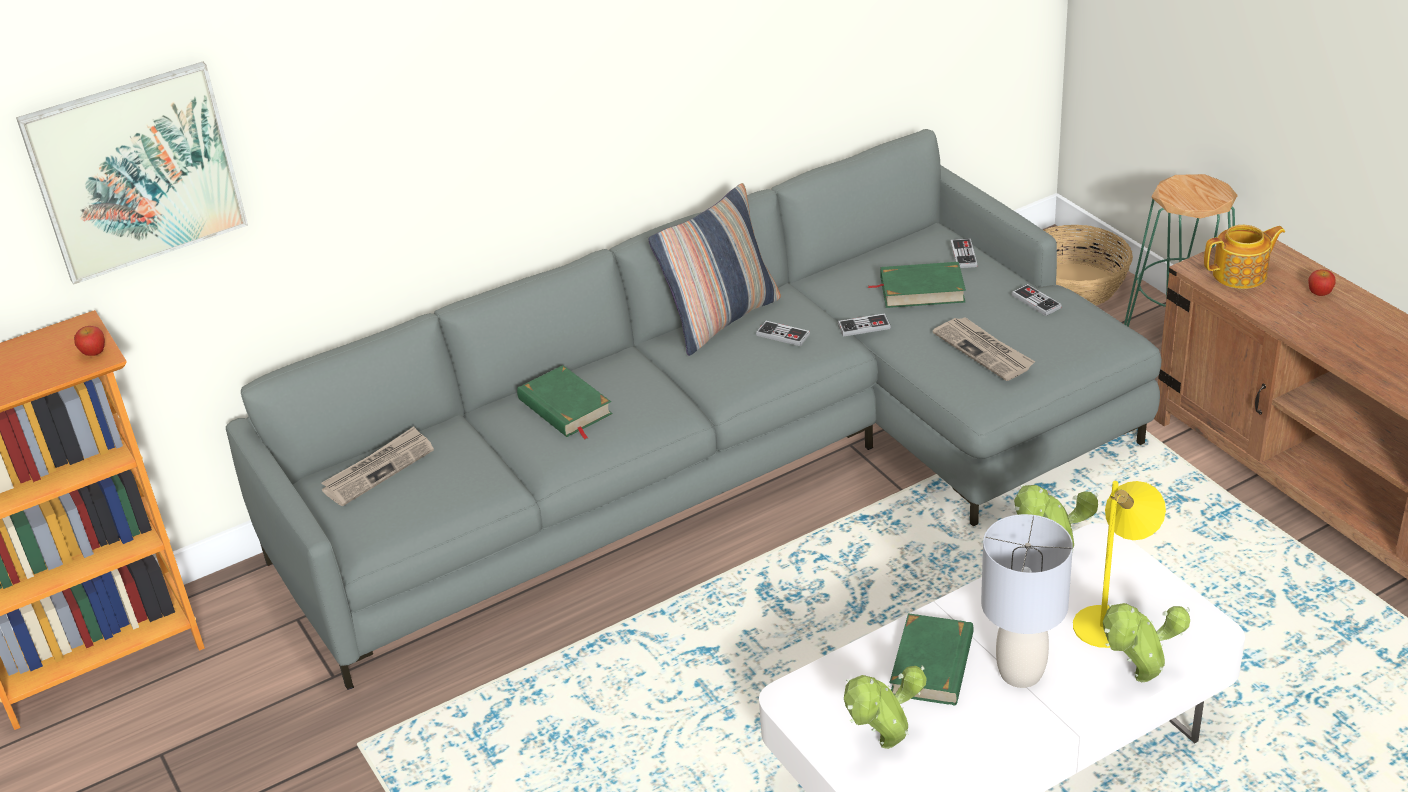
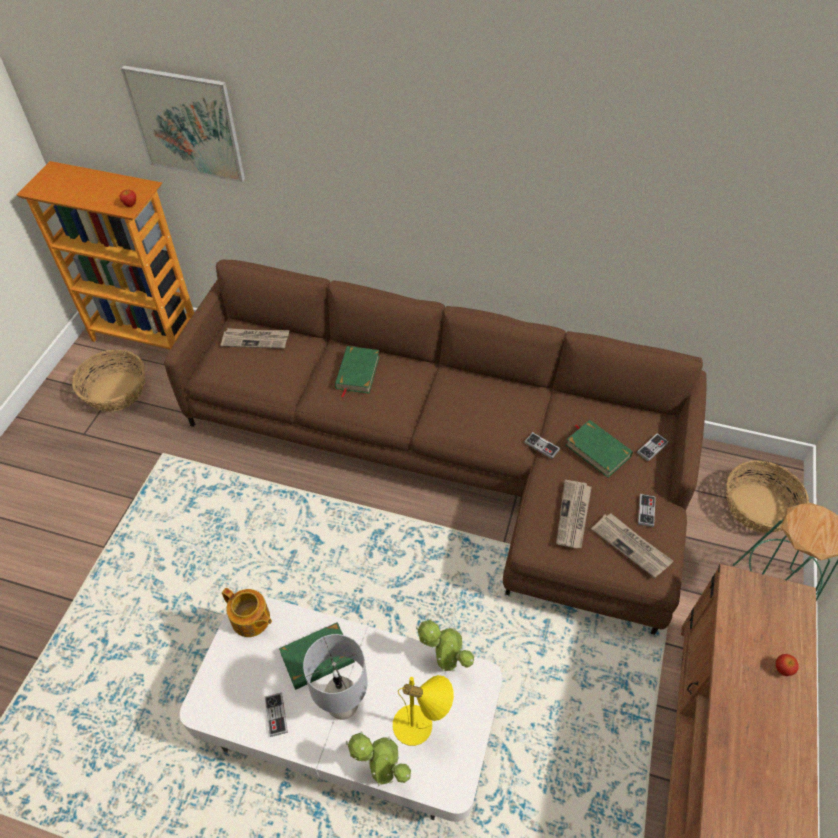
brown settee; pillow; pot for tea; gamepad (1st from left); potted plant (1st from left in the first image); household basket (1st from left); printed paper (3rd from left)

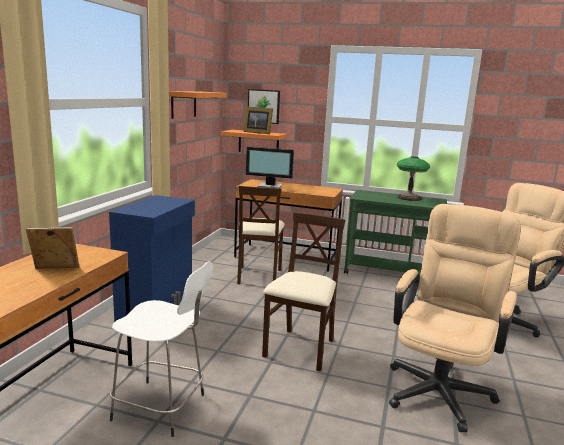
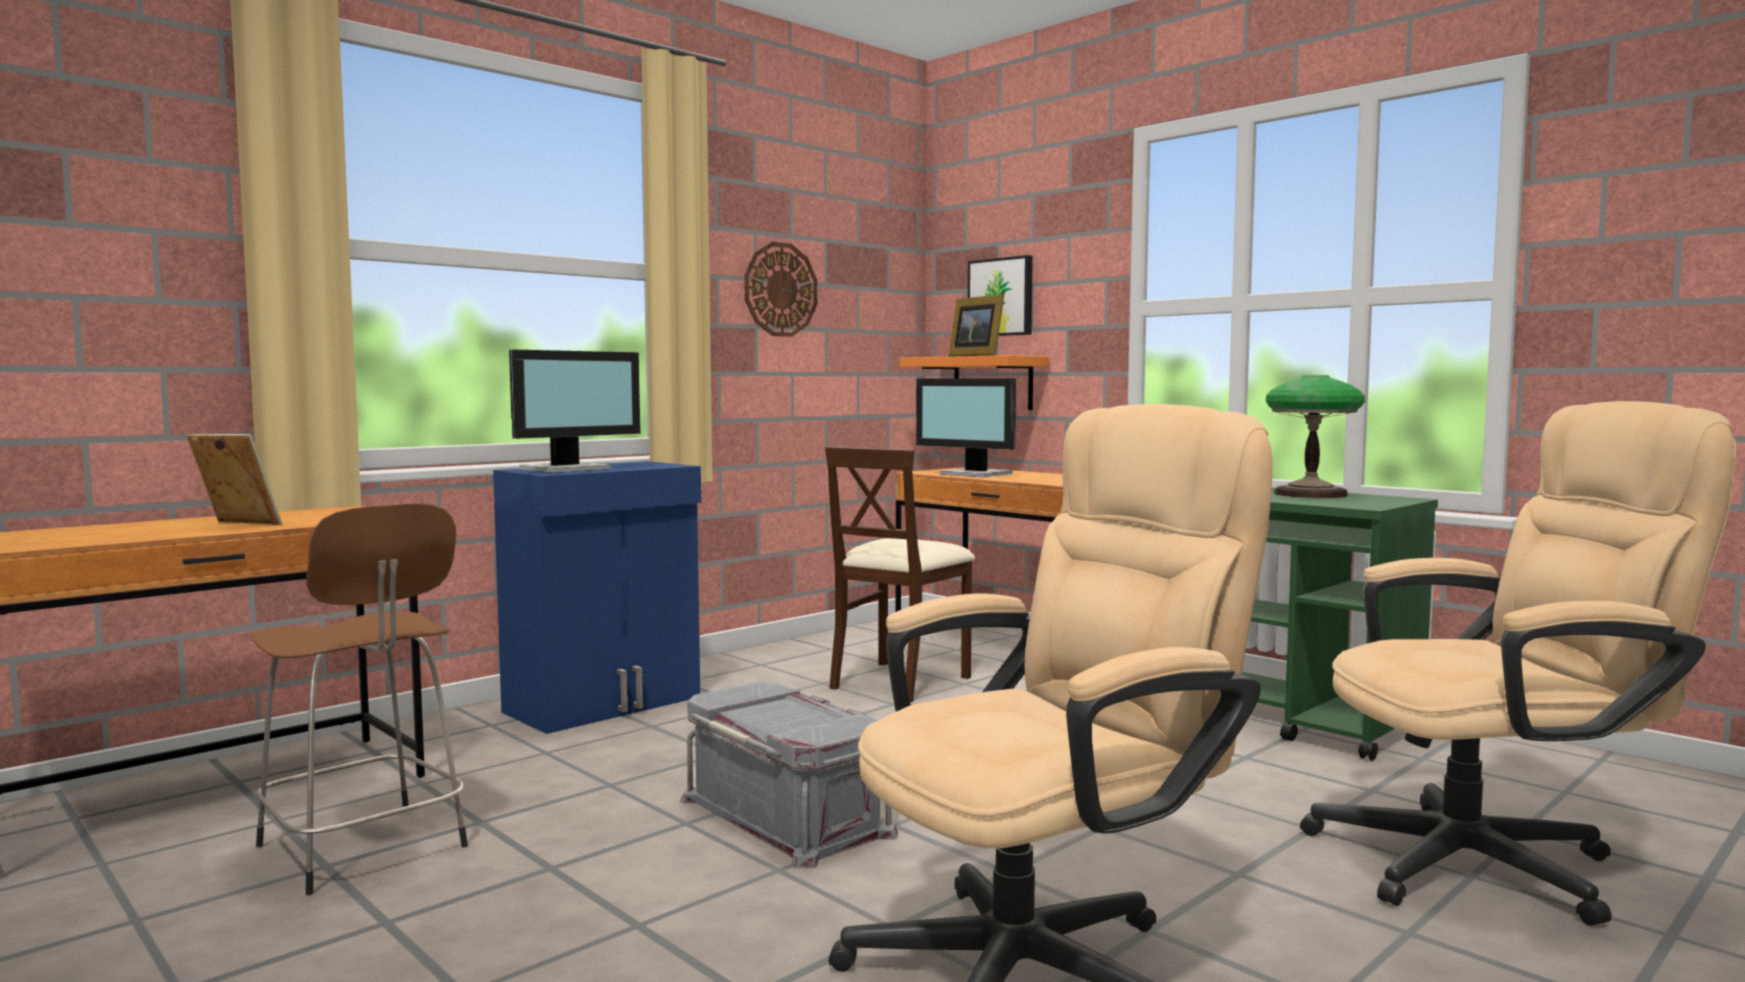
wall clock; gray storage bin; brown stool seat; computer display (1st from left)

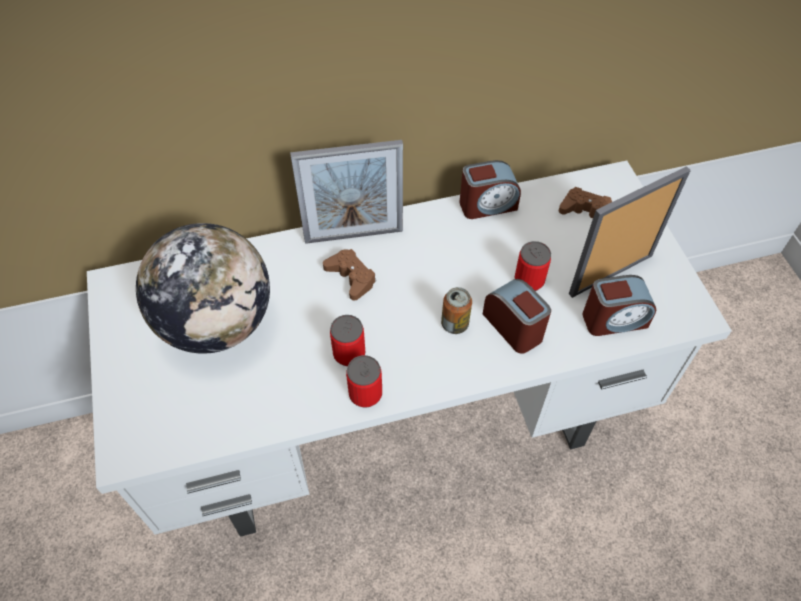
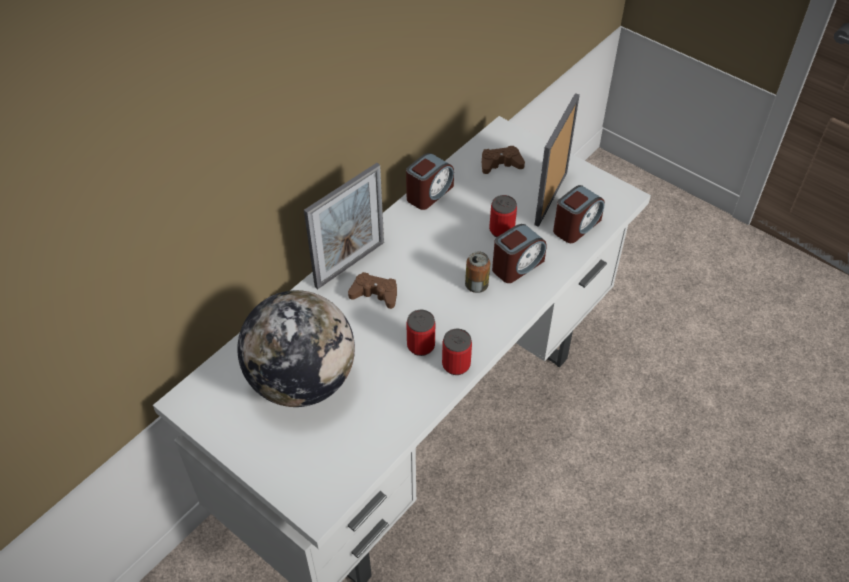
alarm clock (2nd from left)

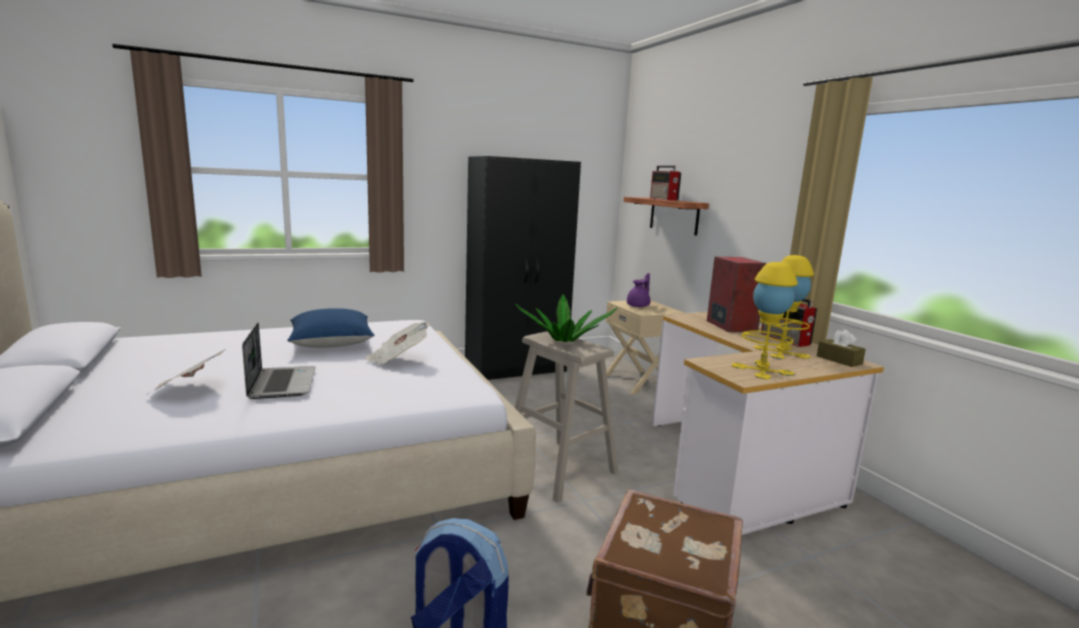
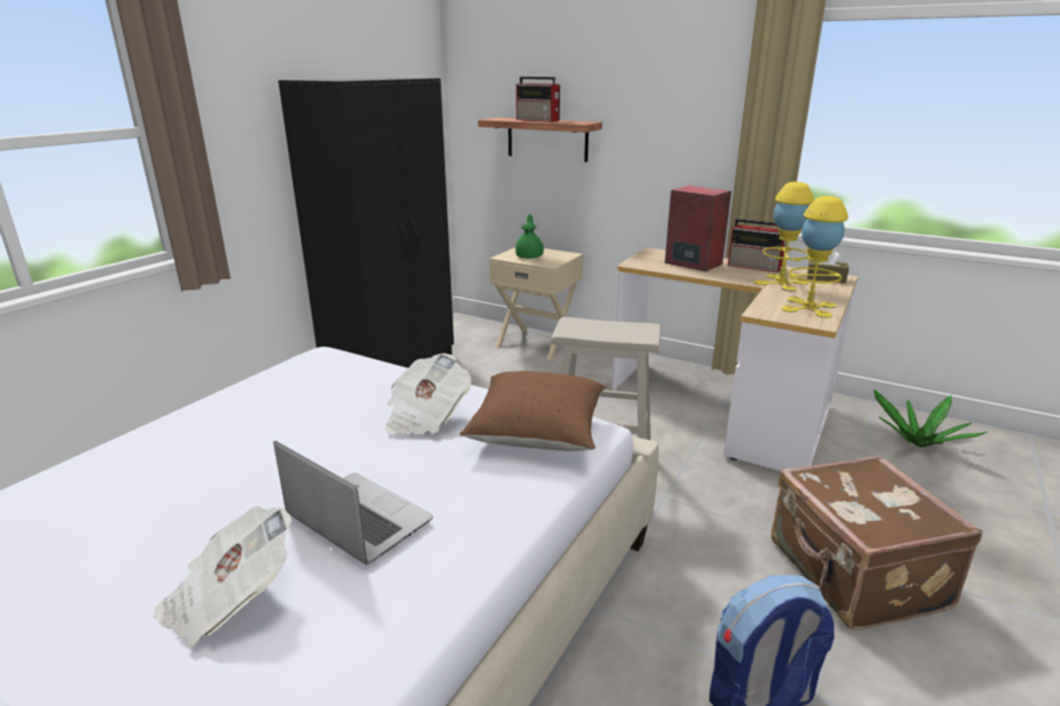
greenish pot for tea; potted plant; blue pillow; brown pillow

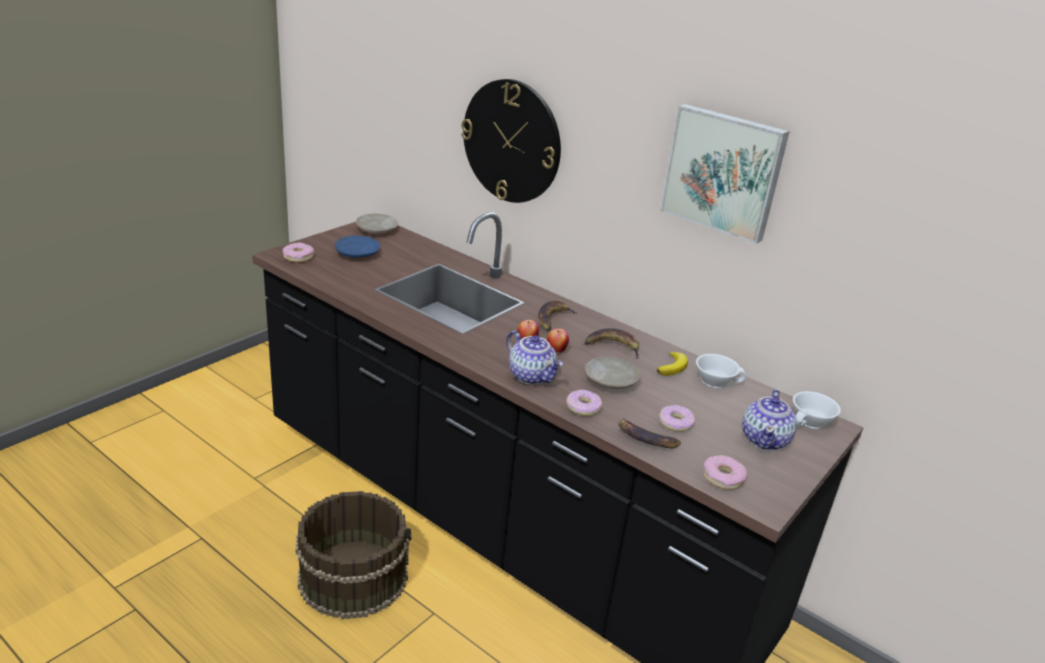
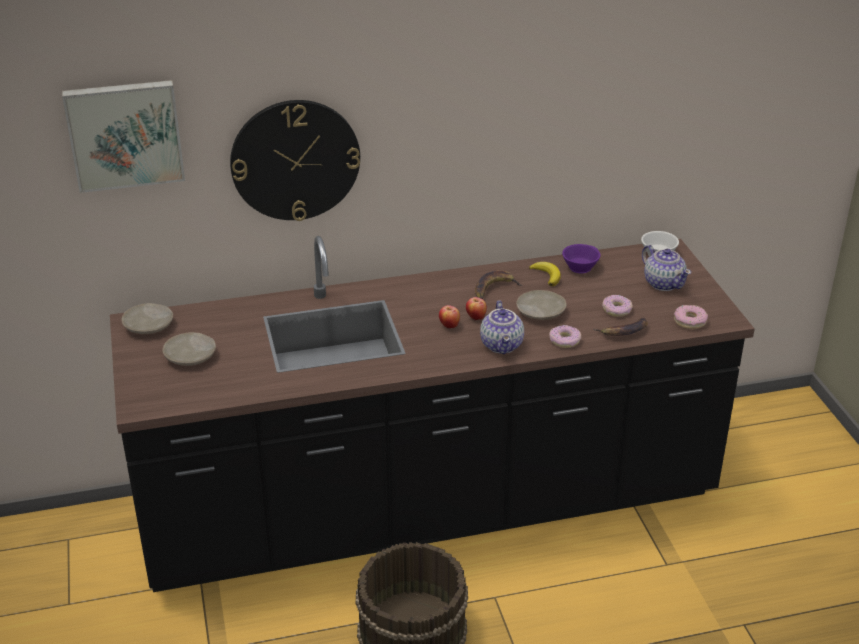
wall picture; sand-coloured flat dish (2nd from left); ring doughnut (1st from left in the first image); banana (1st from left in the first image); pot for tea (1st from left); purple-coloured cup

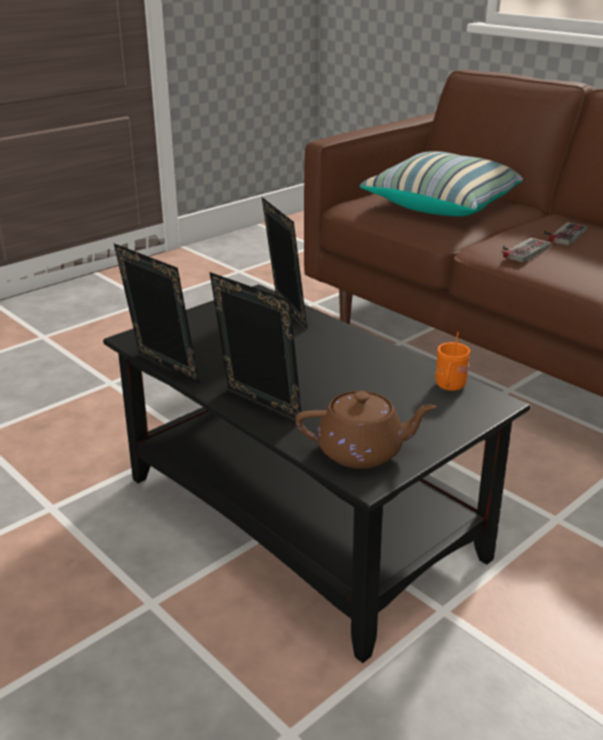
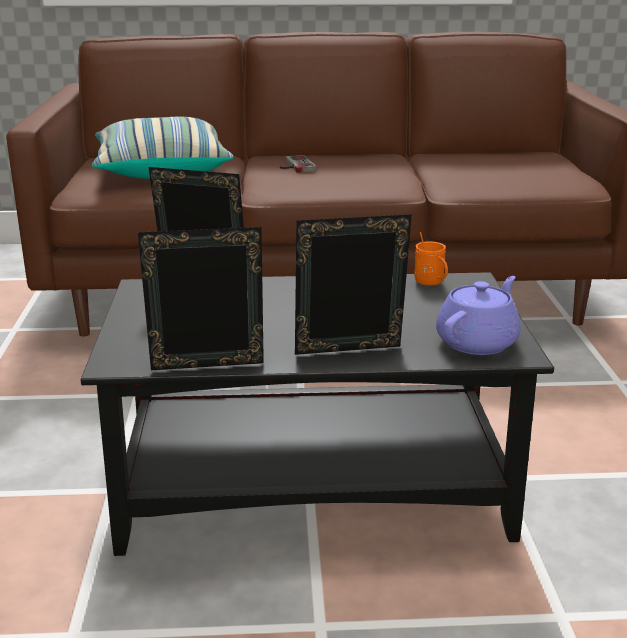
gamepad (1st from left in the first image); purple-coloured pot for tea

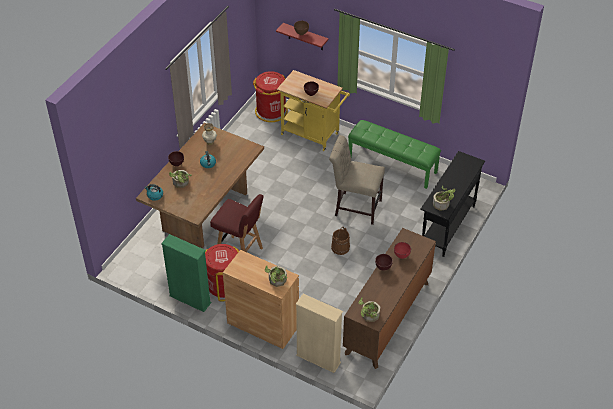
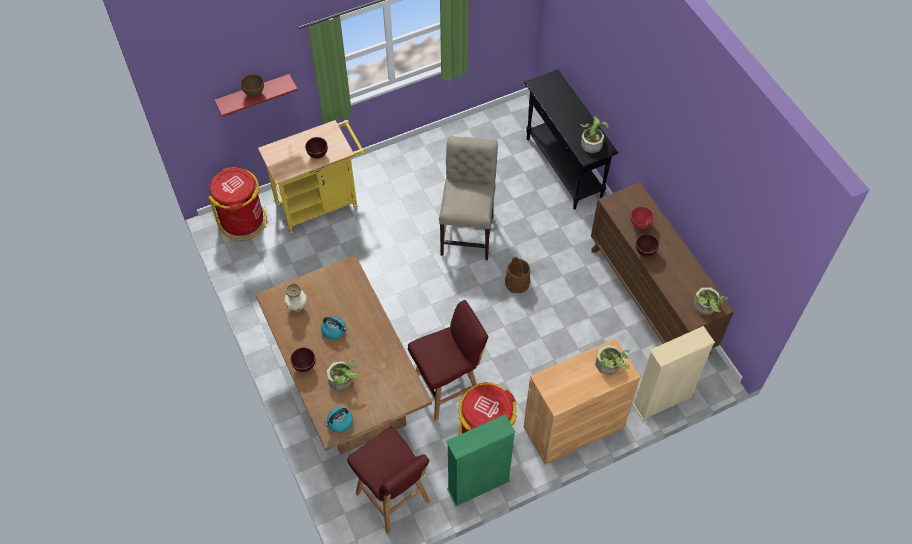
greenish bench; sand-coloured upright chair; reddish stool seat (1st from left)

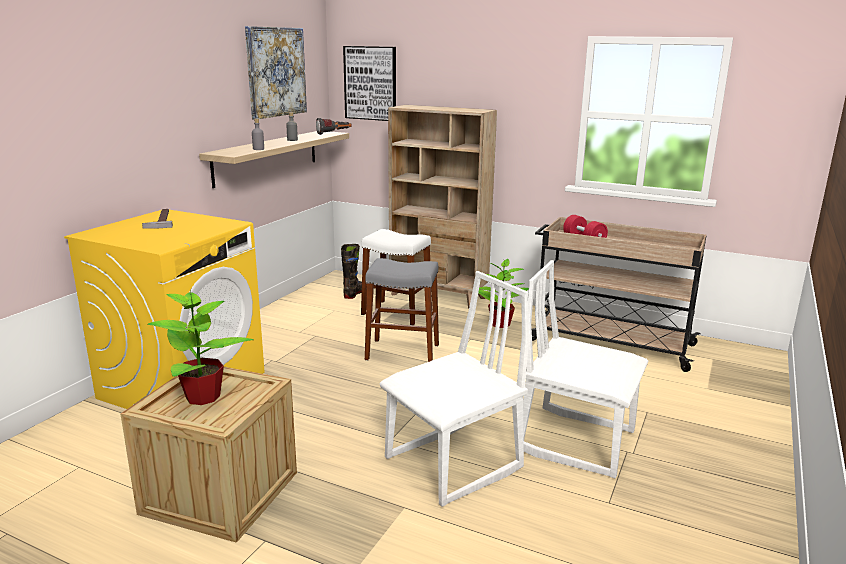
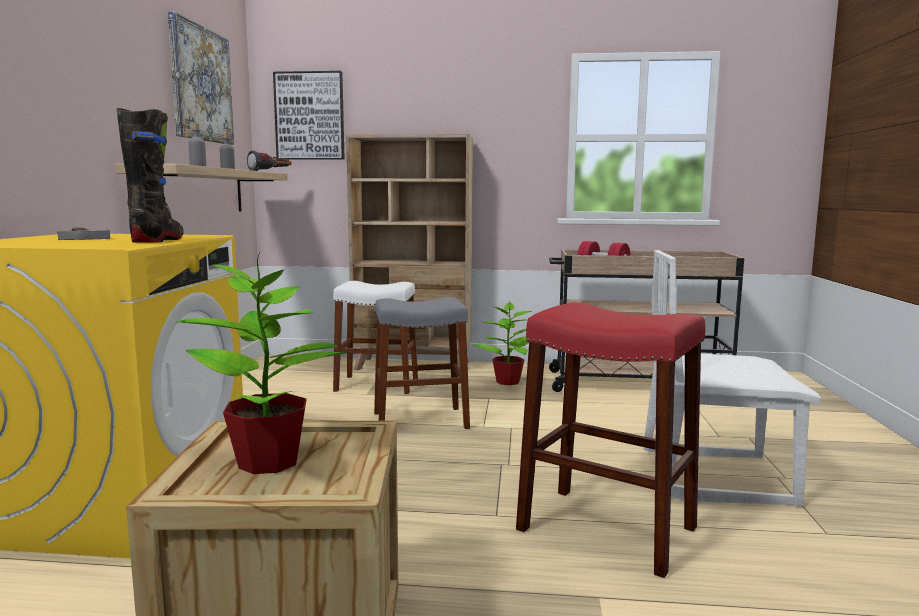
black-coloured boot; reddish stool seat

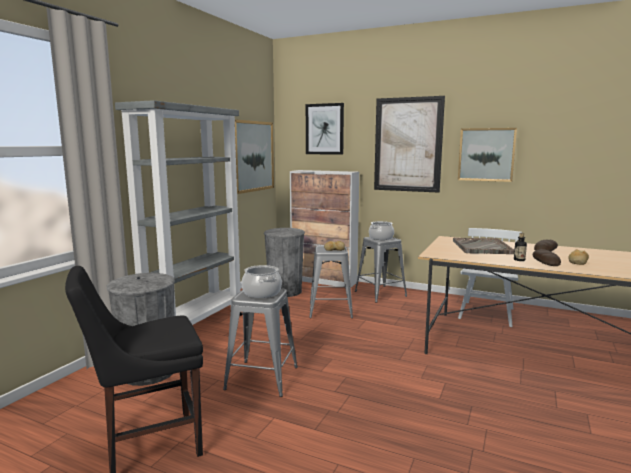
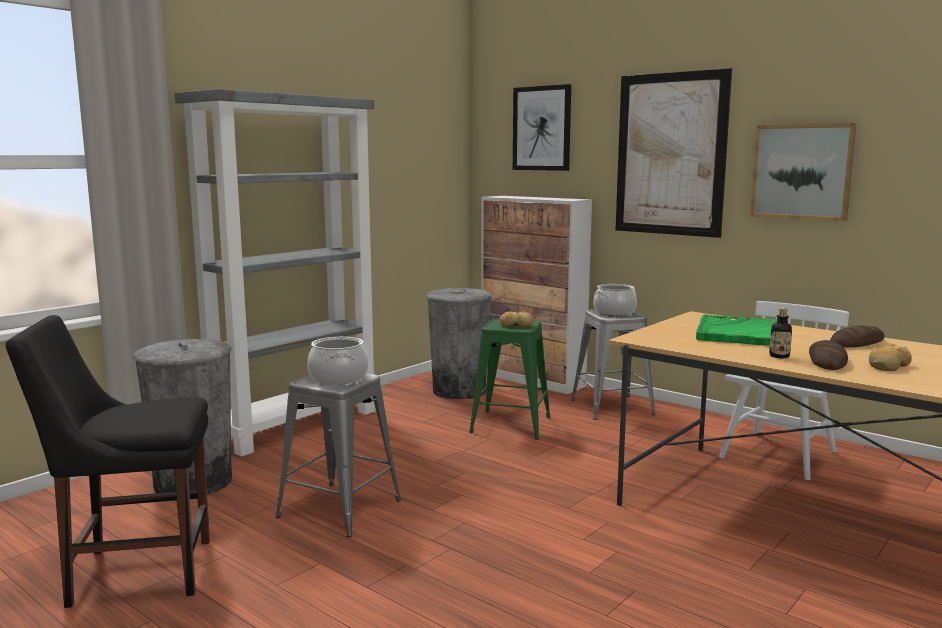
wall picture (1st from left in the first image); greenish carrying tray; greenish stool seat

